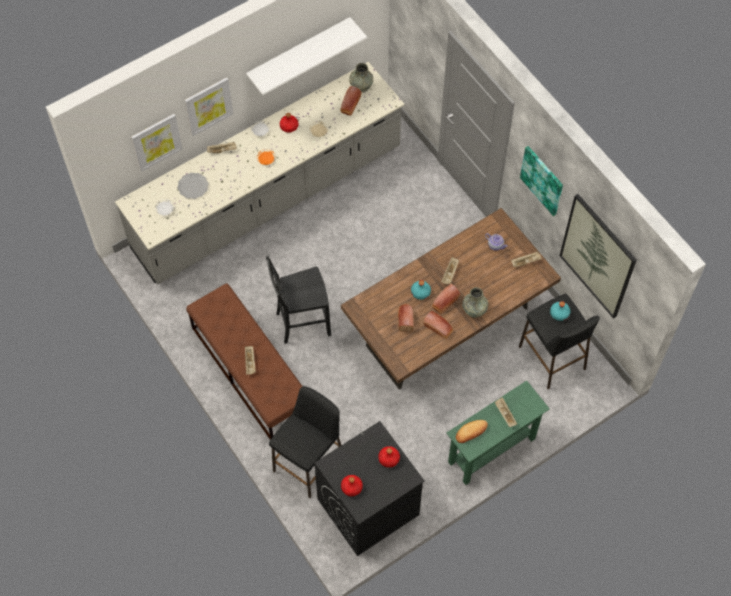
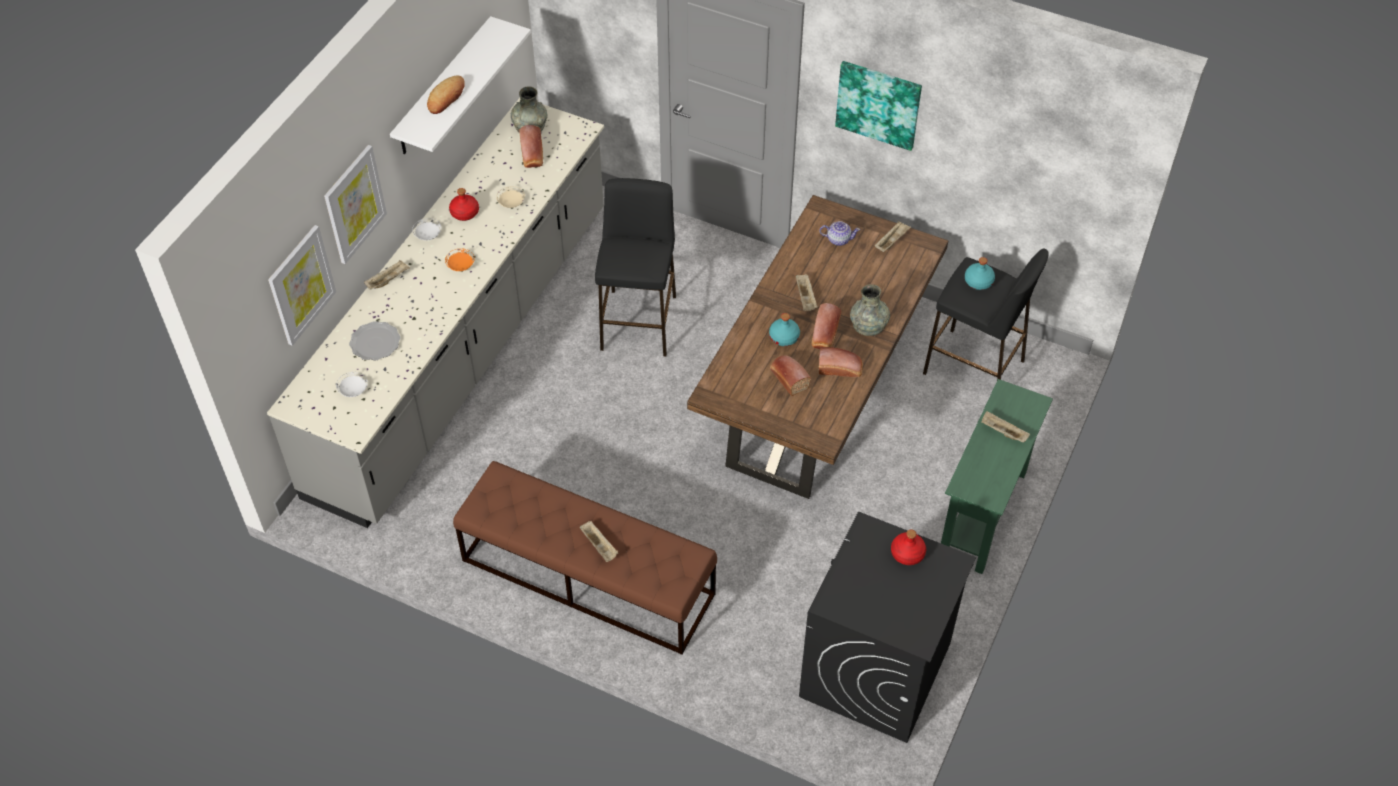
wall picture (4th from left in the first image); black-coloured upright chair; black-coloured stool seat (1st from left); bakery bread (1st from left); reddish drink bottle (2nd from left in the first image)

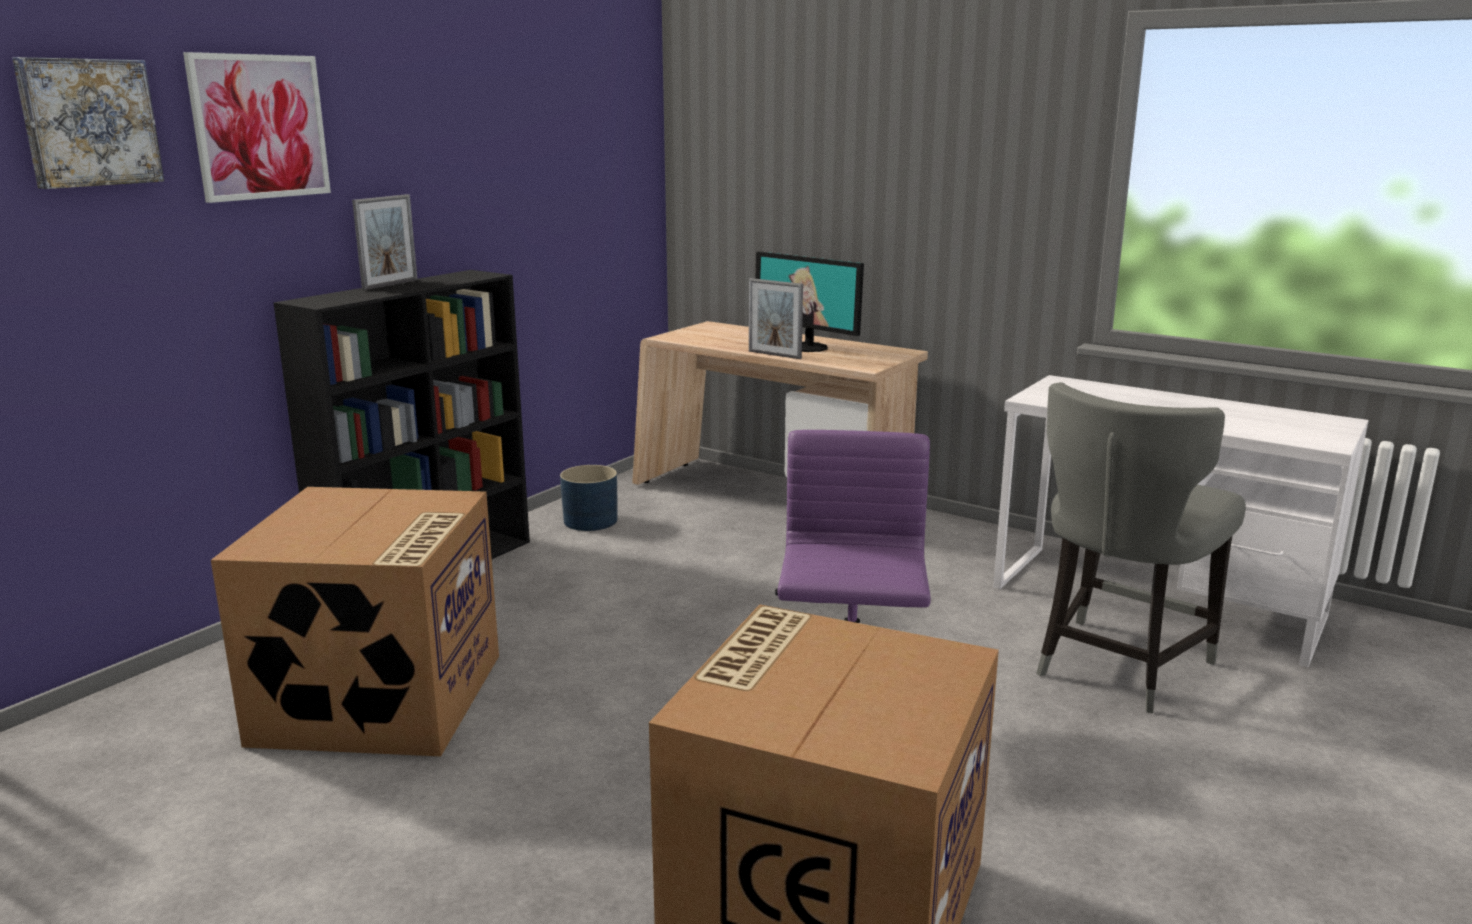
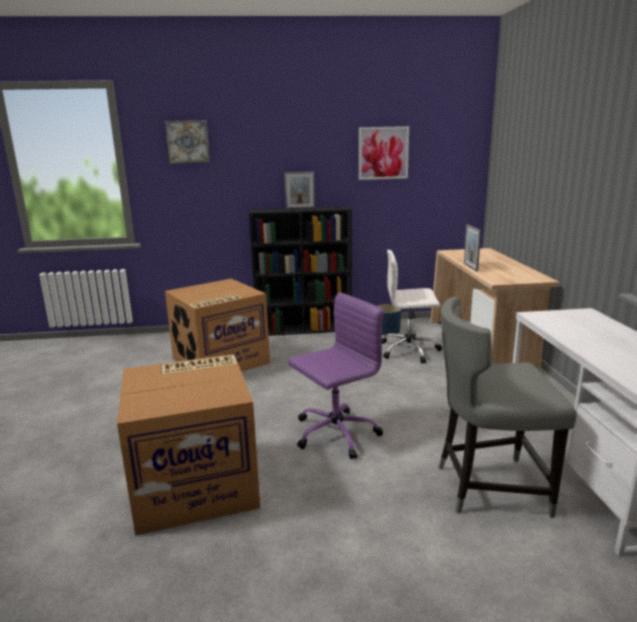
wall picture (2nd from left); computer display; whitish desk chair

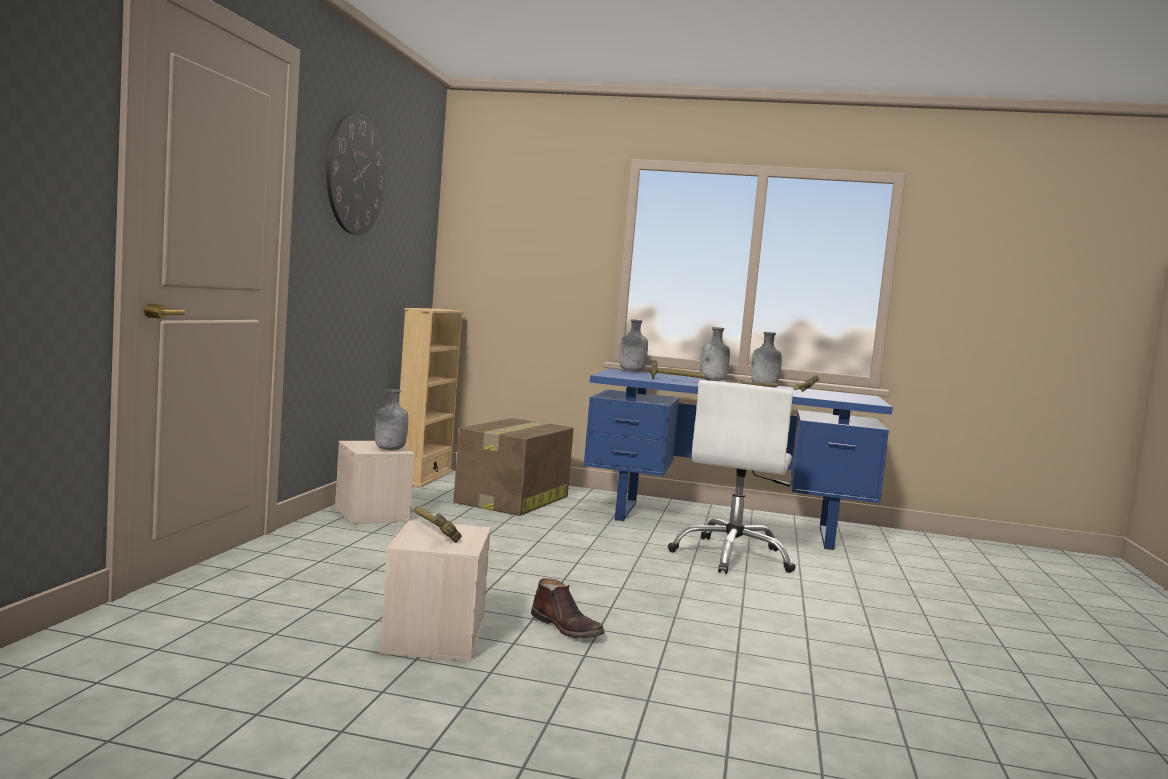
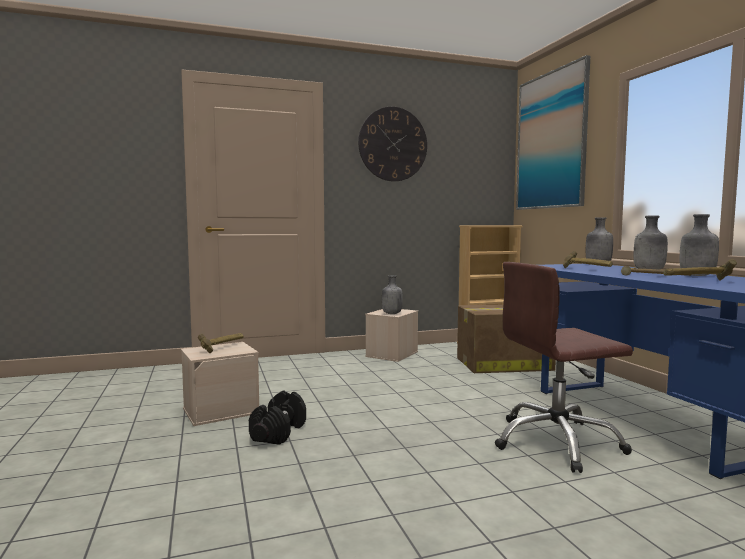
brown desk chair; black-coloured hand weight; wall picture

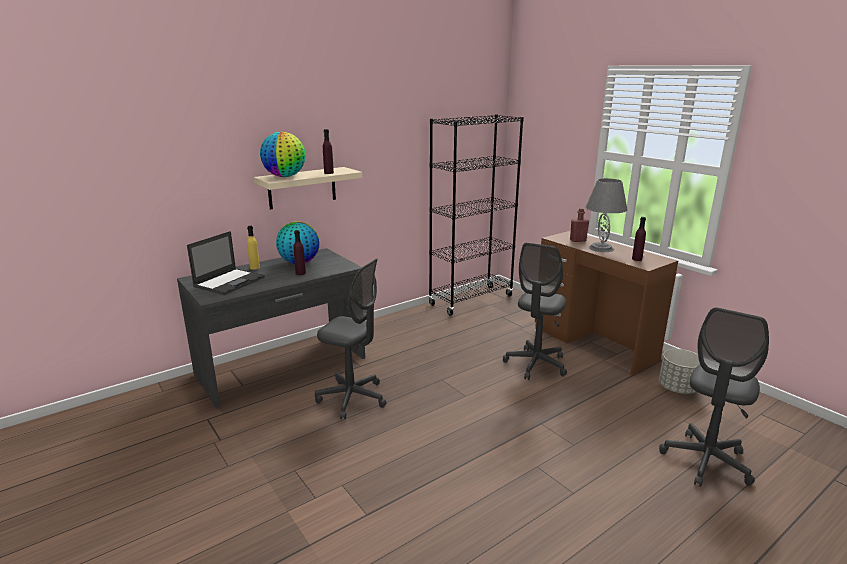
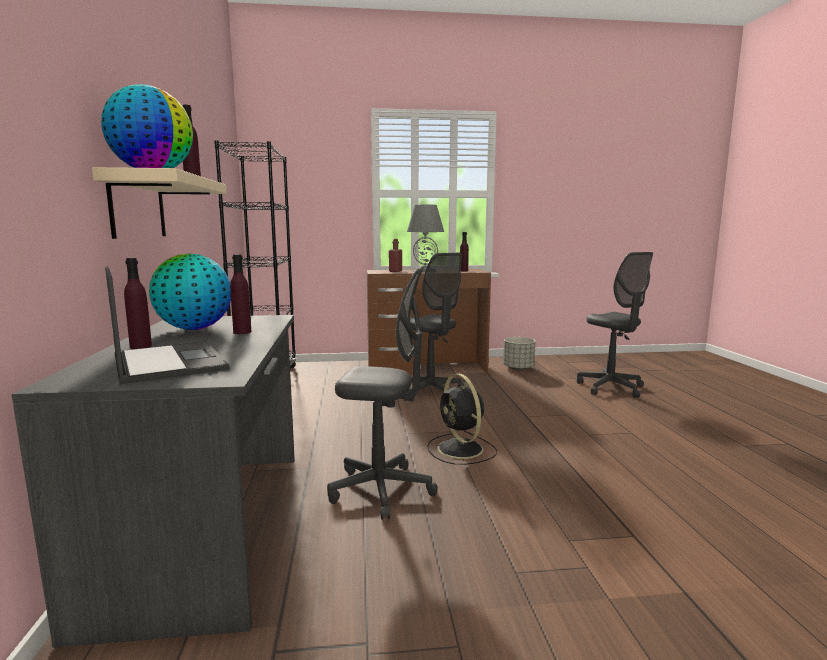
purple-coloured drink bottle (1st from left); gray desk chair (1st from left); black-coloured cooling fan

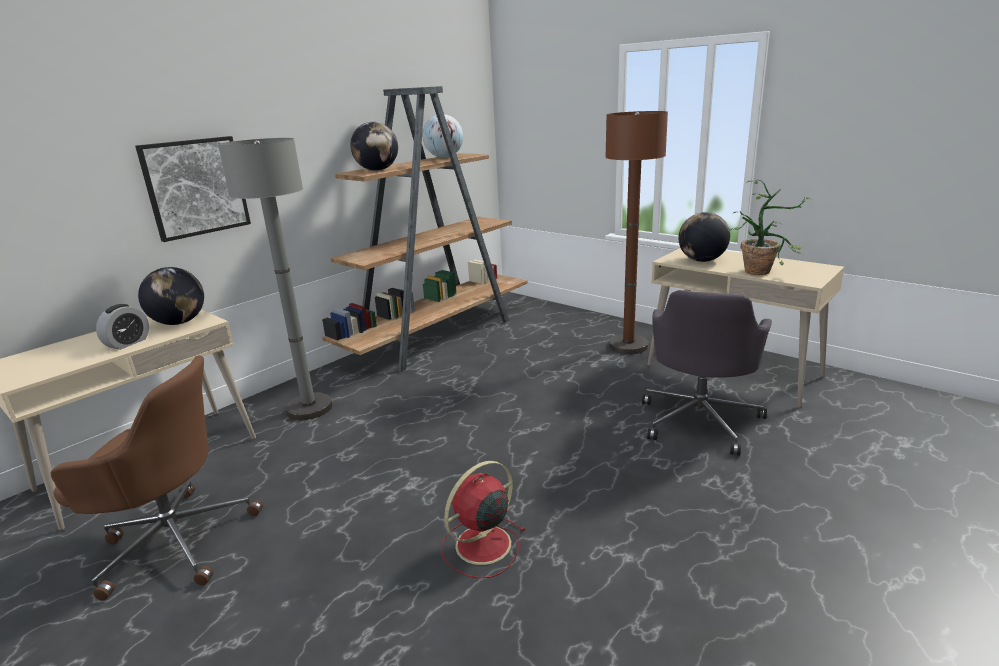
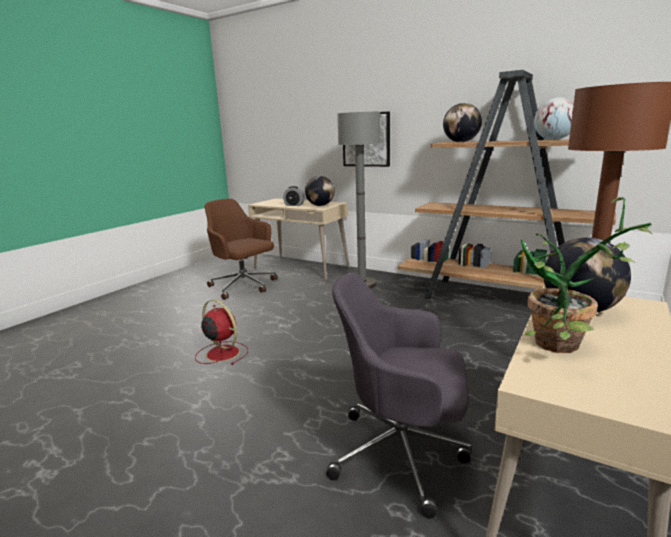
brown desk chair

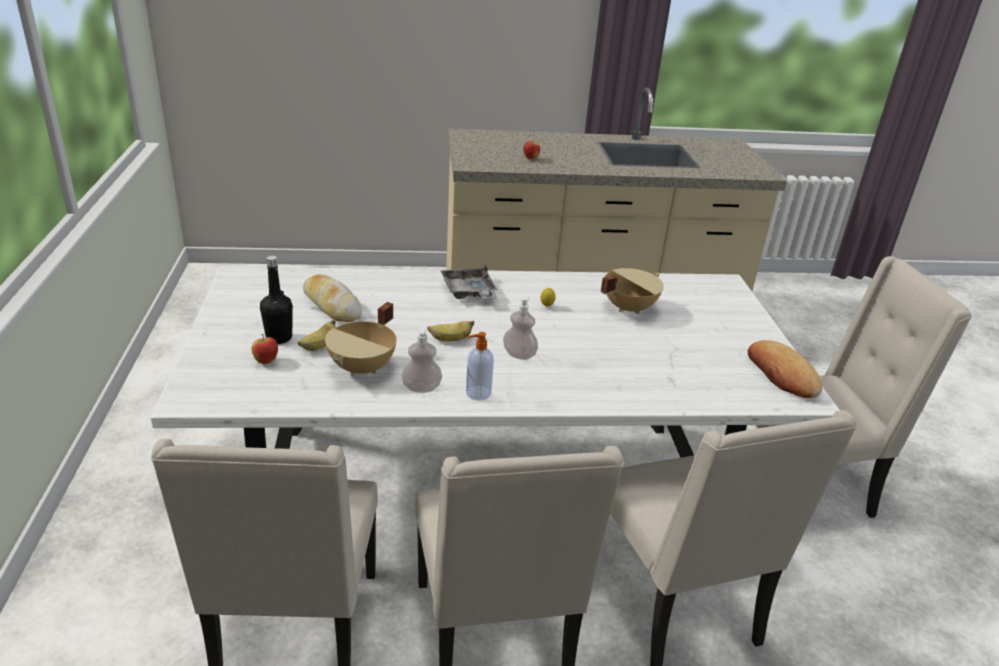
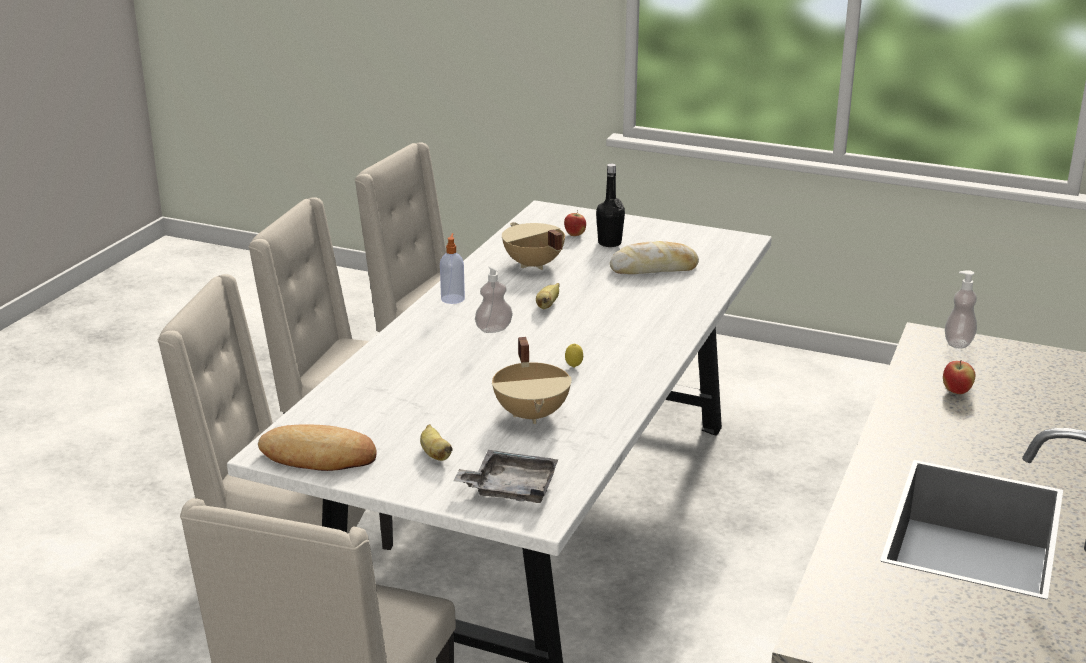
gray carrying tray; banana (1st from left); soap dispenser (3rd from left)

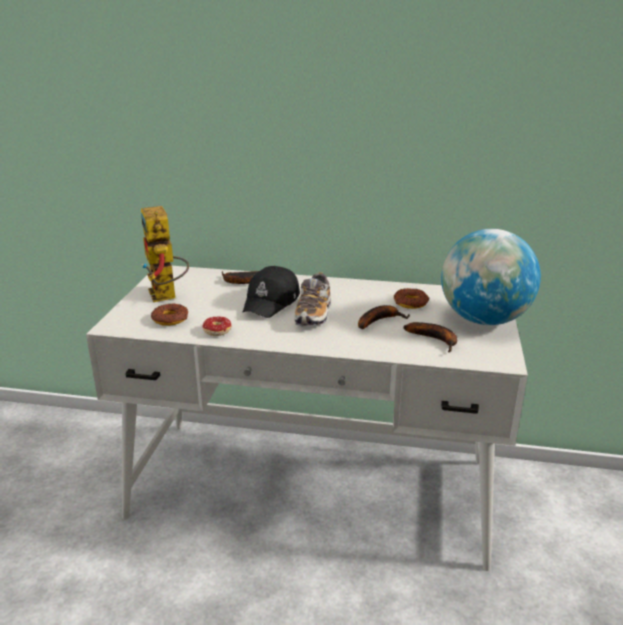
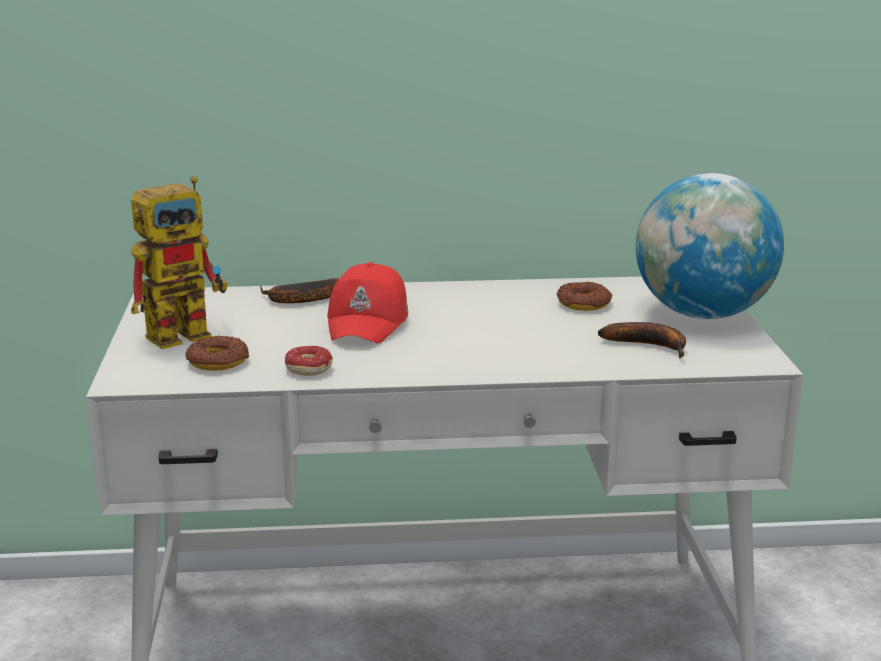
model robot; reddish cap; low shoe; banana (2nd from left in the first image)

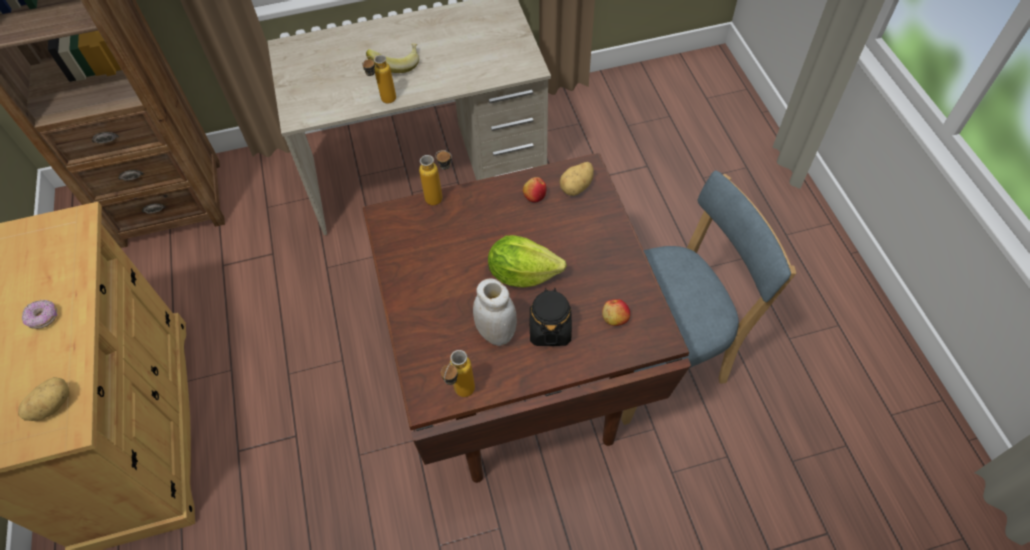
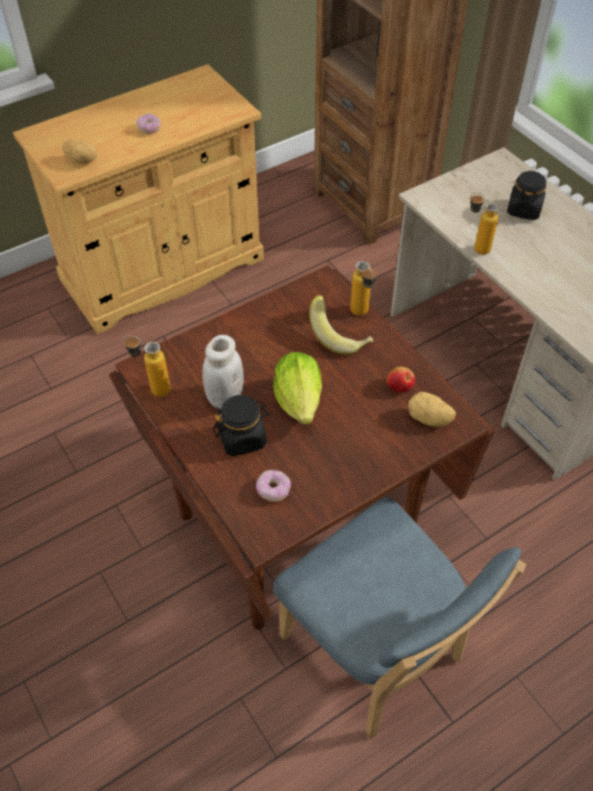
banana; ring doughnut (2nd from left); black-coloured storage jar (2nd from left)

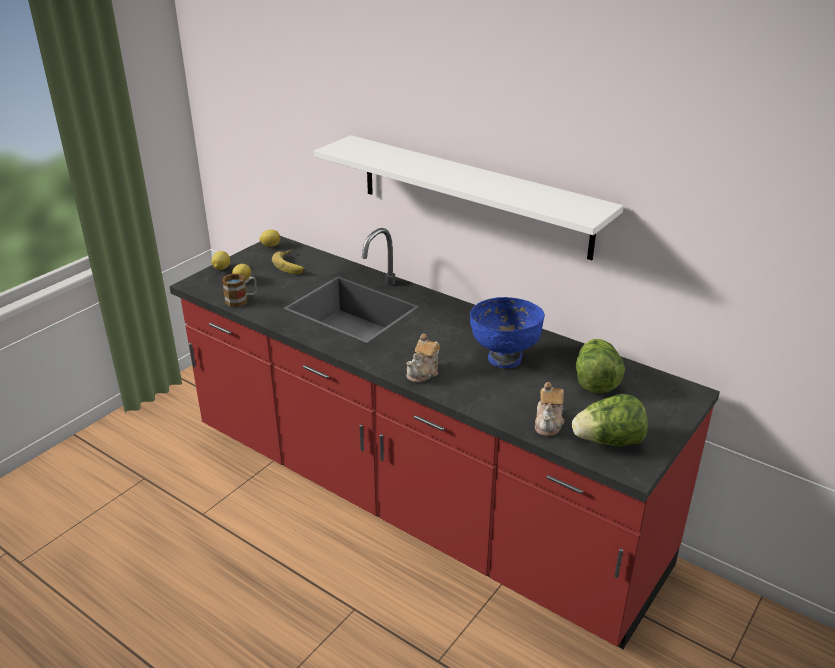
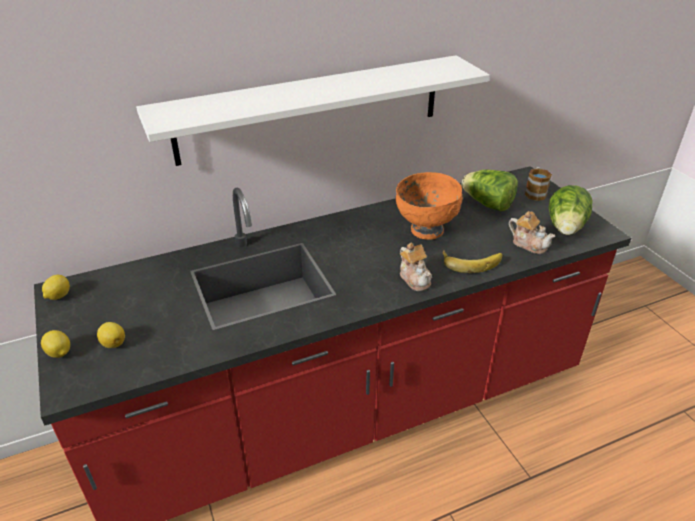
banana; mug; orange bowl

